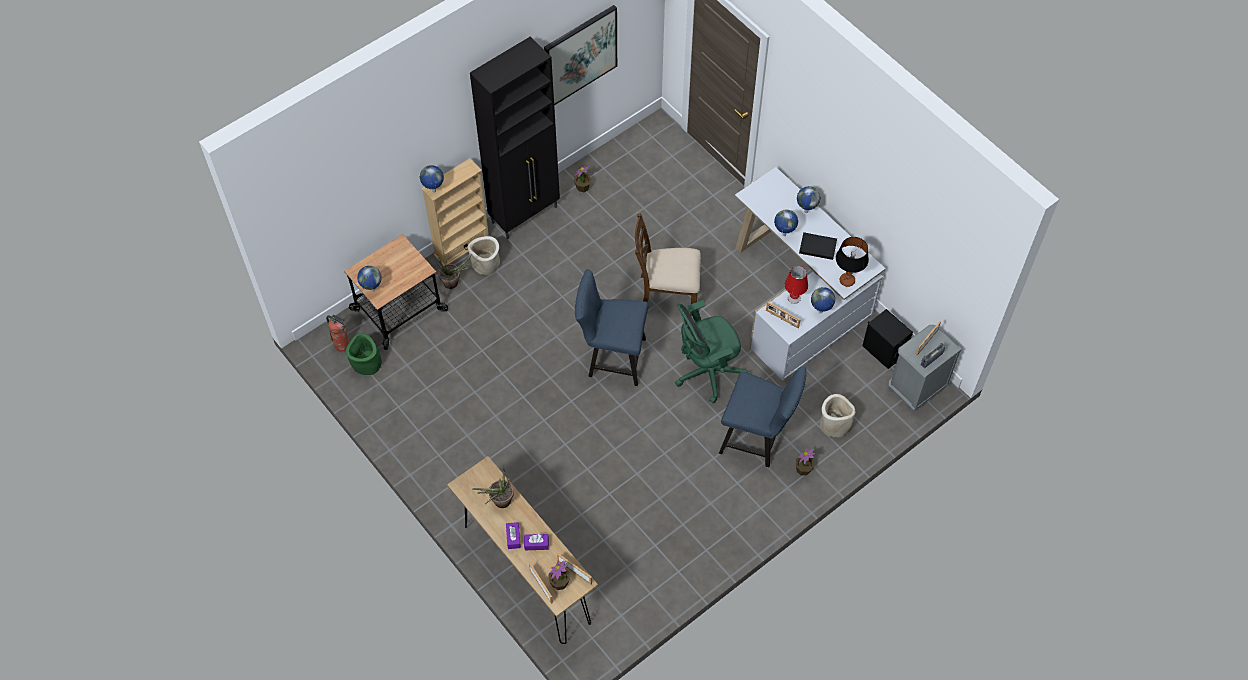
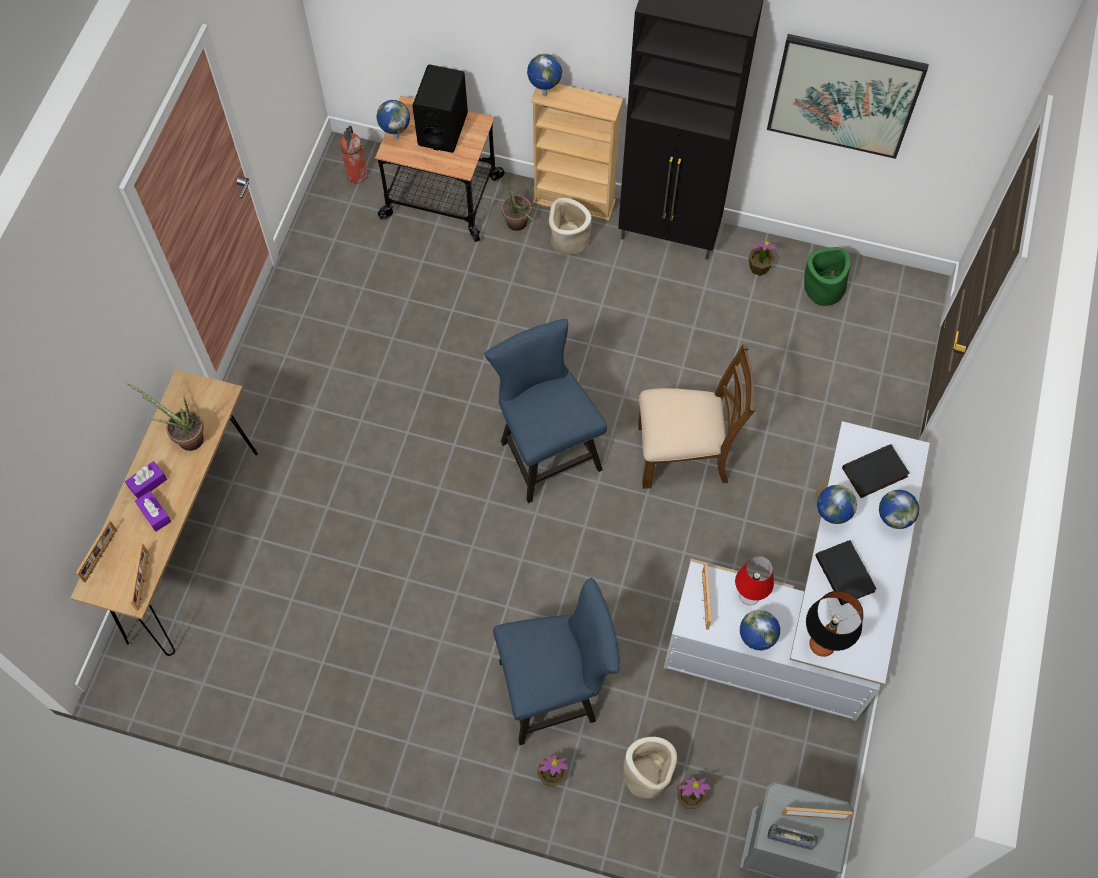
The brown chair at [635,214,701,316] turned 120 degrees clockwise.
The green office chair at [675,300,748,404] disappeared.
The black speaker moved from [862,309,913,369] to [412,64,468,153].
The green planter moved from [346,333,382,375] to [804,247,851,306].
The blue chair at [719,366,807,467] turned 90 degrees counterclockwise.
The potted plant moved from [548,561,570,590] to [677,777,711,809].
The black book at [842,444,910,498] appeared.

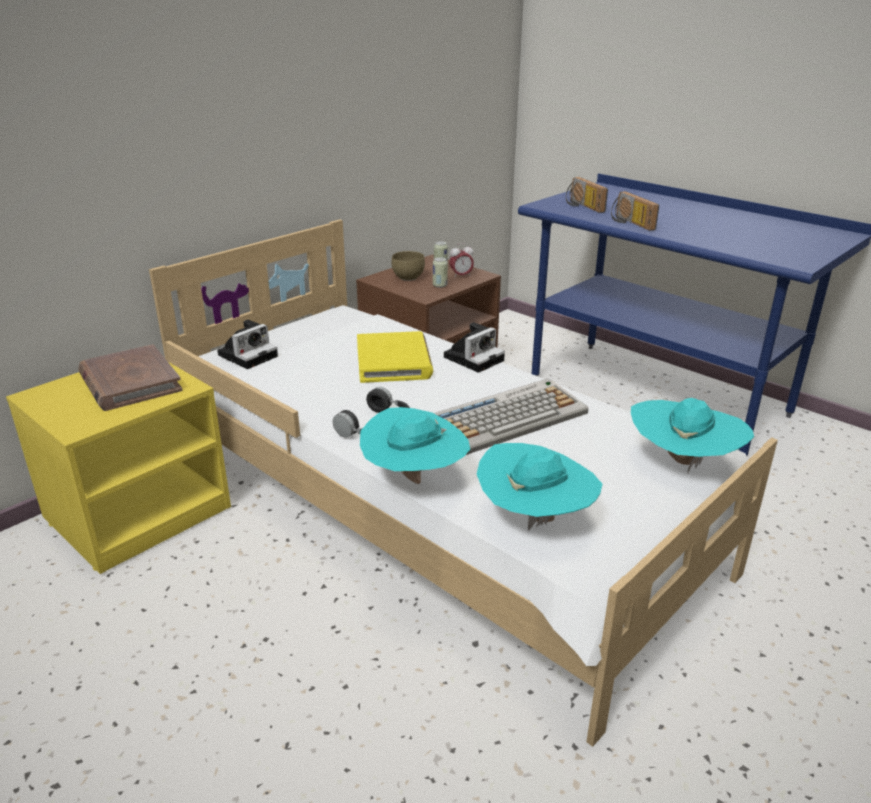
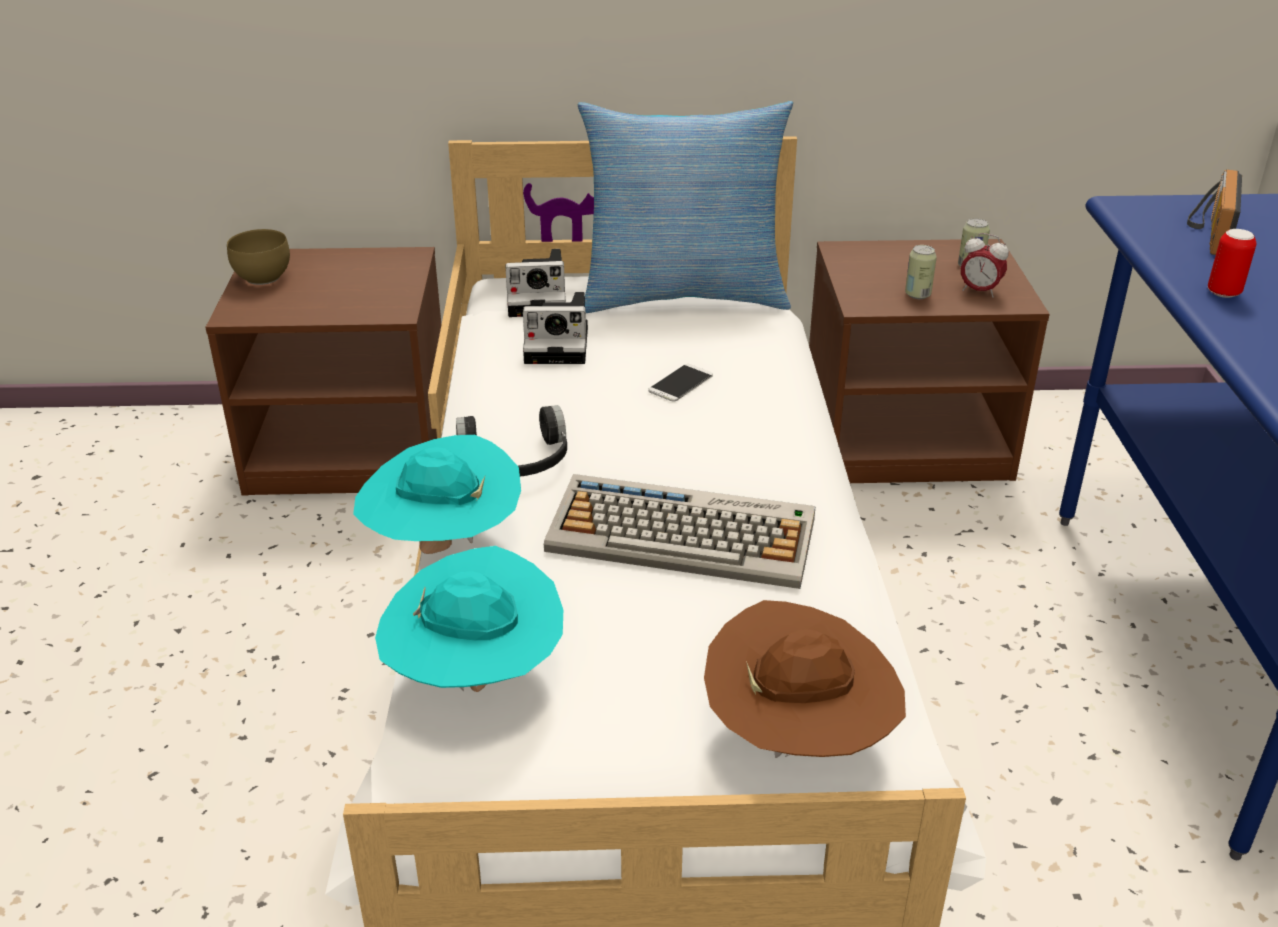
The radio at [611,191,659,231] was replaced by the can at [1208,229,1256,298].
The brown bowl moved from [392,251,425,281] to [227,229,290,285].
The photo camera moved from [444,322,505,373] to [523,292,588,364].
The yellow book at [357,331,433,383] was replaced by the phone at [648,364,713,402].
The brown book at [78,344,183,411] disappeared.
The yellow nightstand at [6,362,231,574] became the brown nightstand at [205,247,445,496].
The turquoise hat at [631,398,754,473] became the brown hat at [704,600,906,758].
The pillow at [578,101,793,313] appeared.

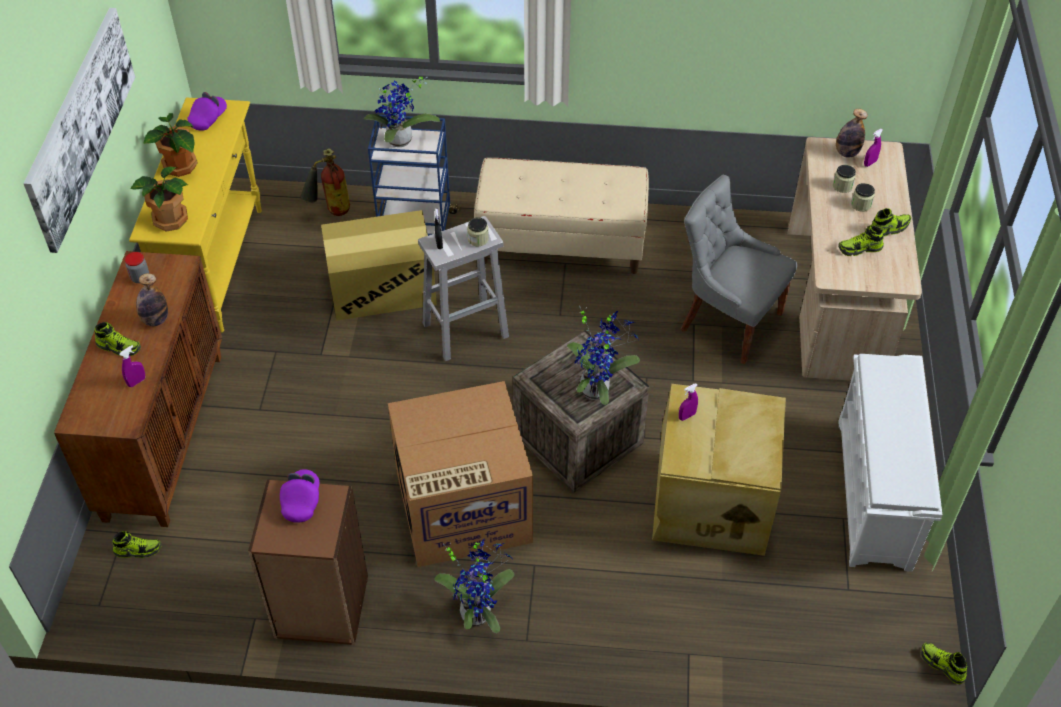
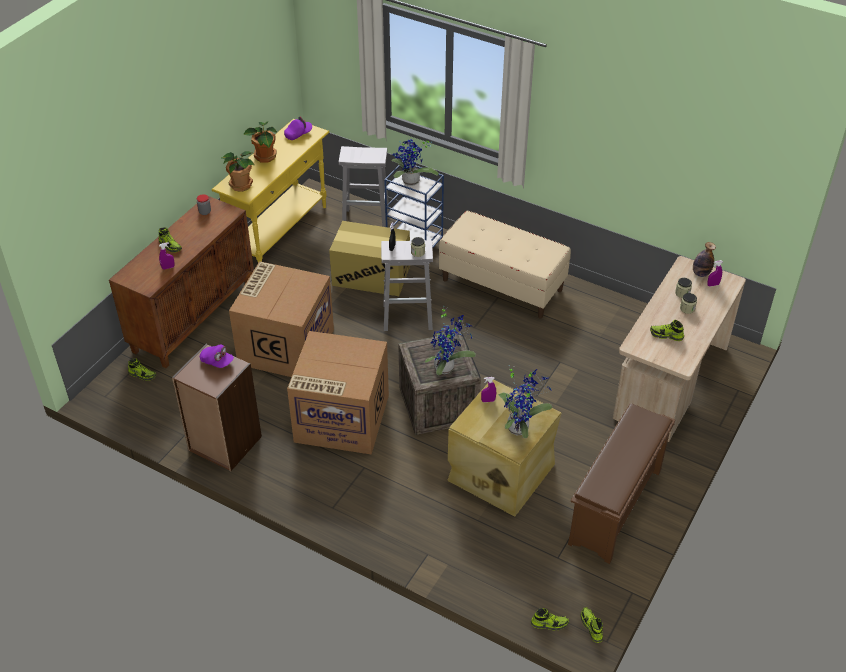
The picture at [23,8,135,253] disappeared.
The fire extinguisher at [300,148,350,216] was replaced by the white stool at [339,146,390,227].
The grey chair at [681,175,797,365] disappeared.
The shoe moved from [872,208,911,237] to [531,608,569,631].
The bottle at [136,273,168,326] disappeared.
The white shoe rack at [838,354,942,572] became the brown shoe rack at [568,403,675,564].
The purple cap at [280,469,319,523] turned 90 degrees clockwise.
The potted plant moved from [434,538,514,633] to [499,365,552,438].
The cardboard box at [229,261,334,377] appeared.

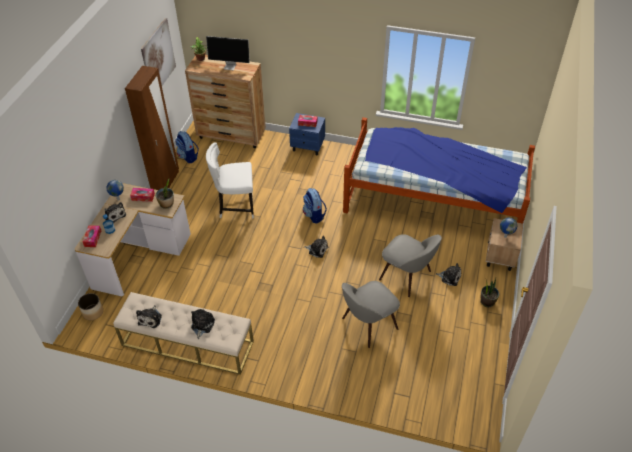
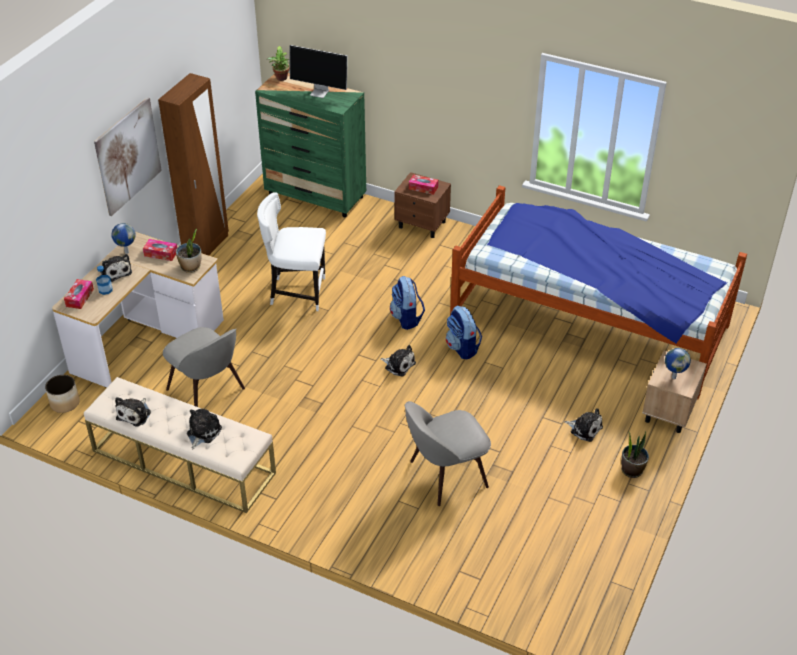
The picture moved from [141,18,176,86] to [94,97,162,216].
The brown dresser at [185,55,266,148] became the green dresser at [255,73,366,217].
The blue nightstand at [289,113,325,156] became the brown nightstand at [394,172,451,238].
The backpack moved from [175,131,199,163] to [446,306,482,360].
The grey chair moved from [379,234,442,297] to [163,327,245,407].

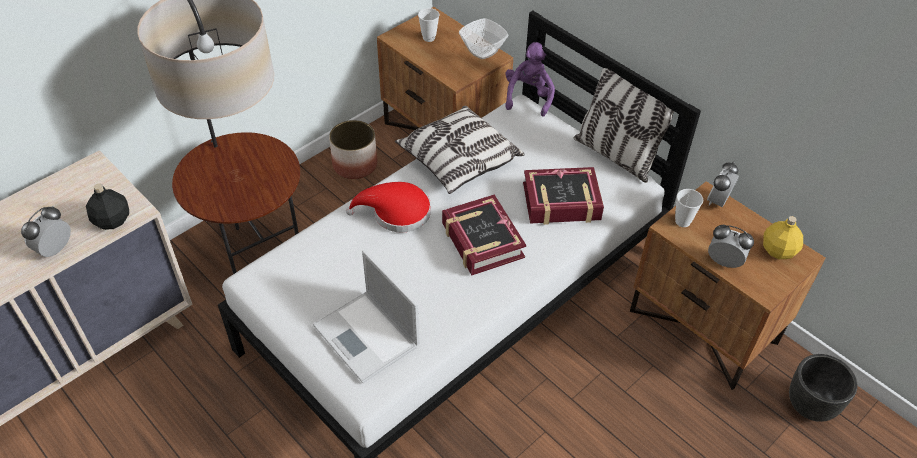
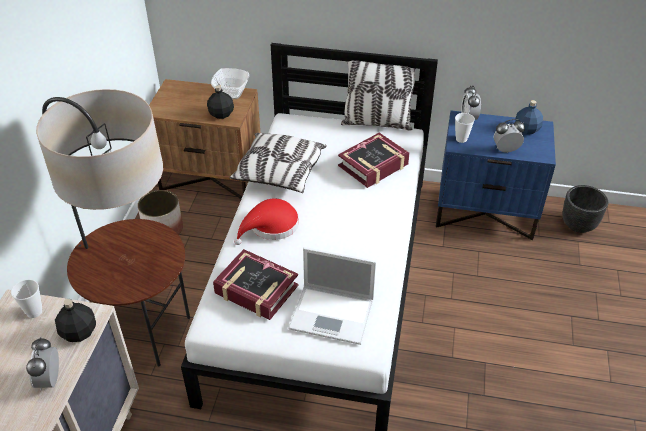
The cup moved from [418,8,439,42] to [11,279,42,318].
The purple plush toy at [505,42,555,117] disappeared.
The brown nightstand at [630,181,825,390] became the blue nightstand at [436,111,556,240].
The book moved from [442,195,526,275] to [213,249,299,320].
The yellow bottle at [763,216,803,259] became the blue bottle at [515,100,543,134].
The black bottle at [207,85,234,119] appeared.

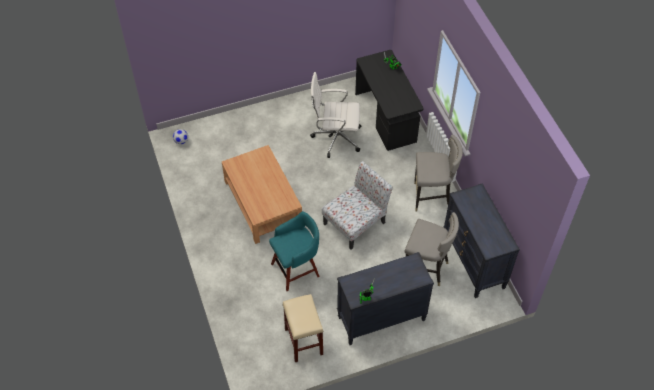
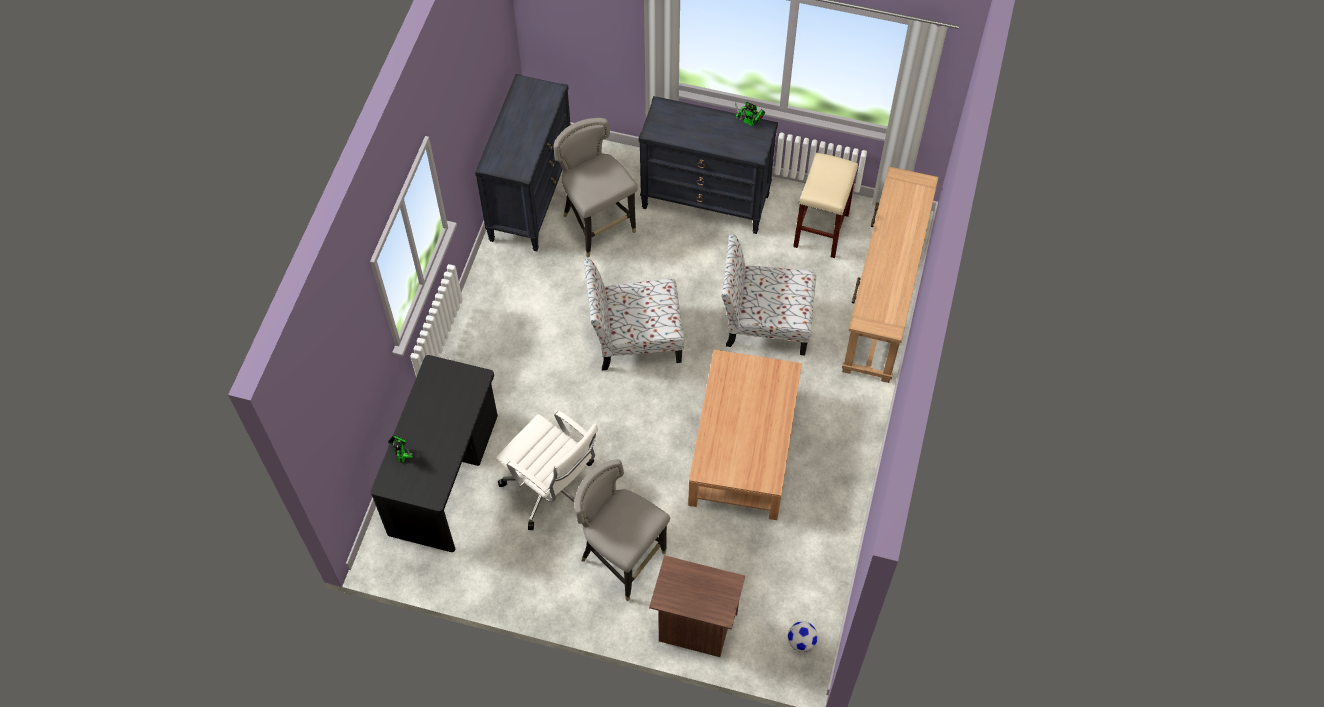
The grey stool moved from [414,135,463,212] to [574,459,670,601].
The turquoise stool at [269,211,320,291] was replaced by the chair at [721,234,816,355].
The brown console table at [842,166,939,383] appeared.
The brown nightstand at [649,555,745,657] appeared.

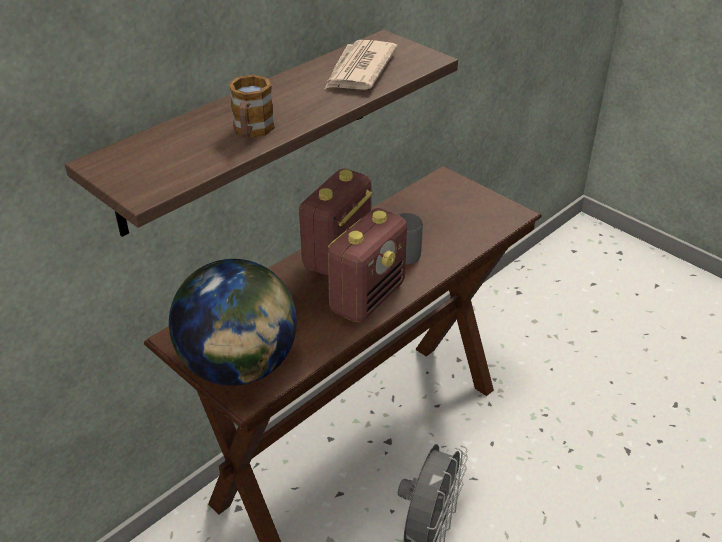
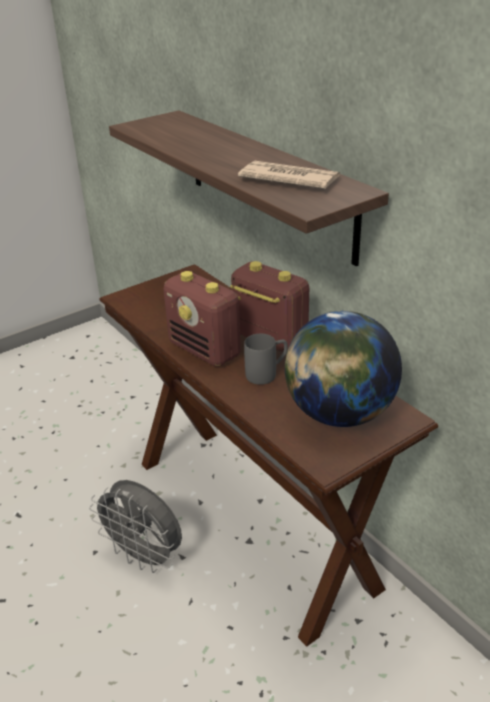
The mug at [229,75,275,138] disappeared.
The globe moved from [169,259,297,386] to [285,311,402,427].

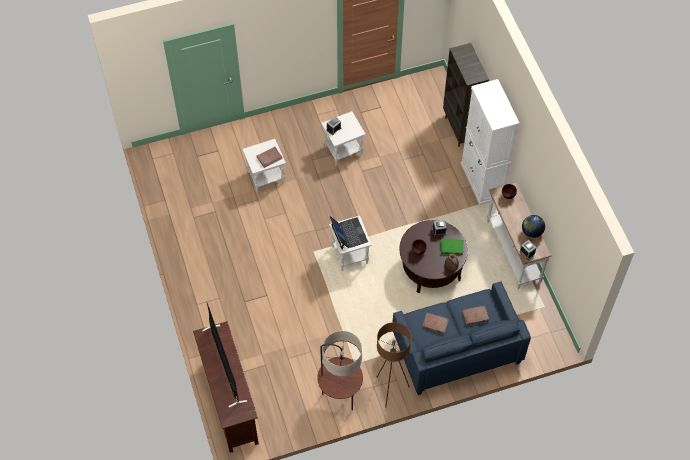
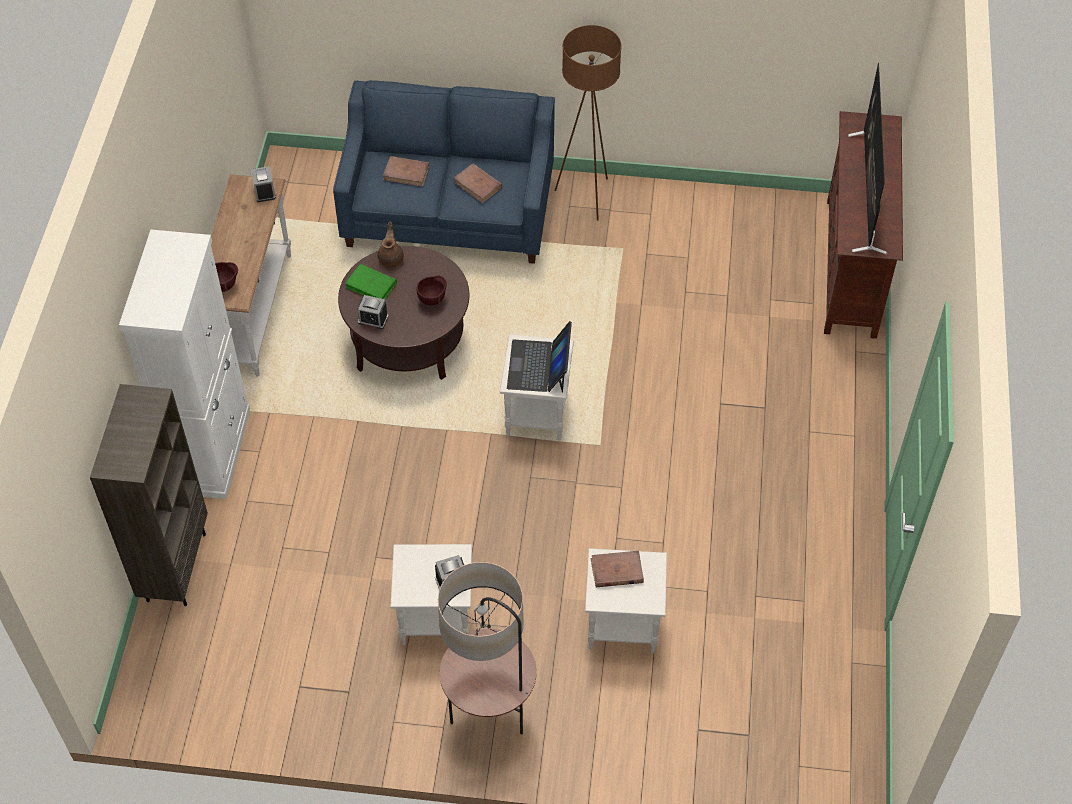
The globe at [522,215,545,238] disappeared.
The floor lamp moved from [317,331,363,410] to [438,562,537,734].

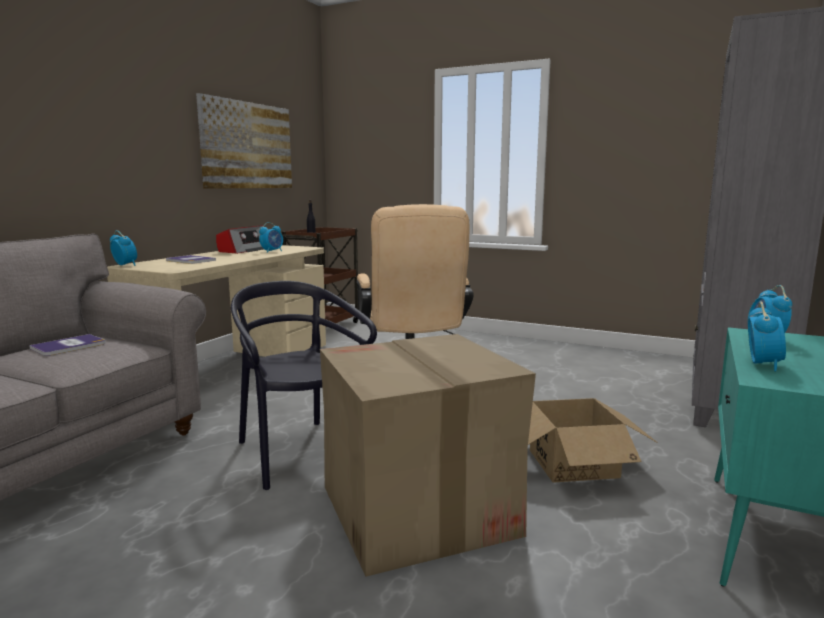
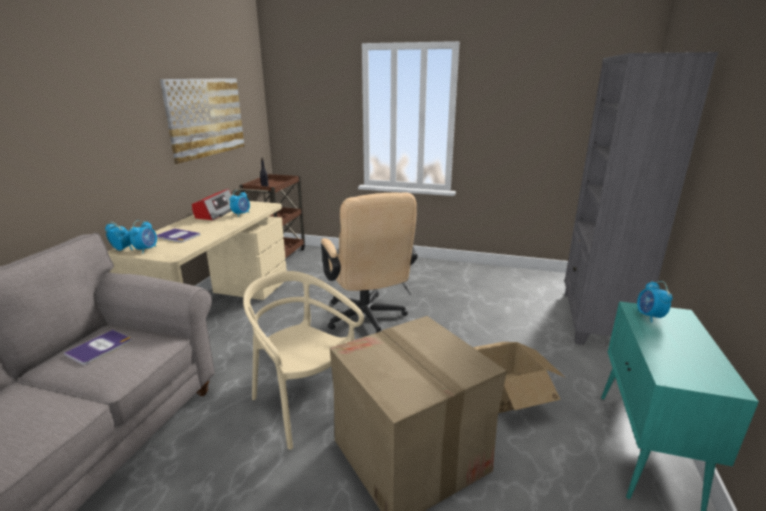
The black chair at [231,281,377,490] became the beige chair at [243,271,364,450].
The alarm clock moved from [748,301,786,372] to [129,220,157,254].

